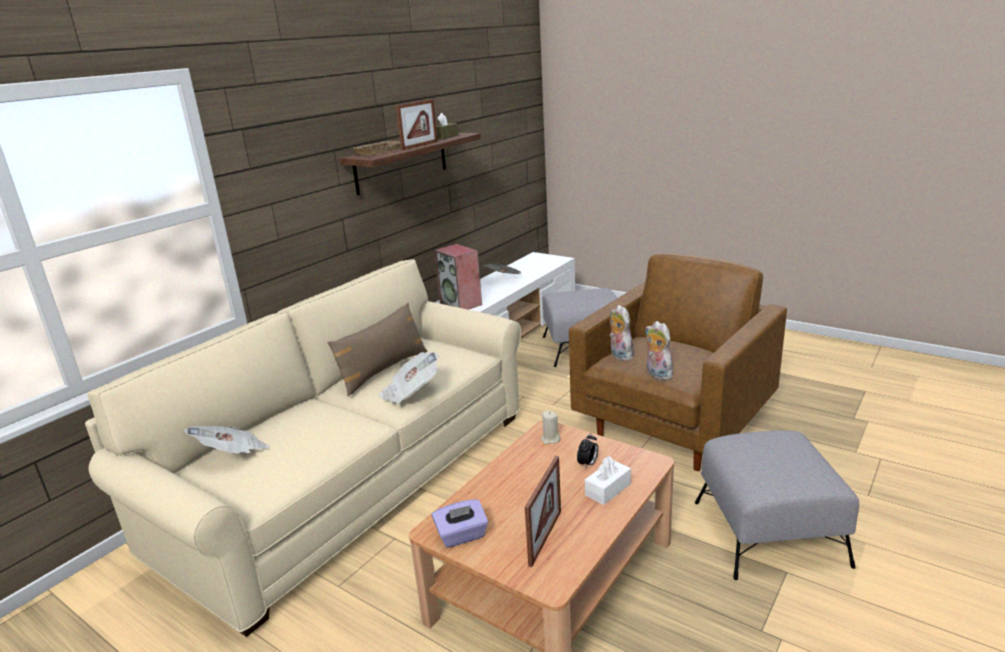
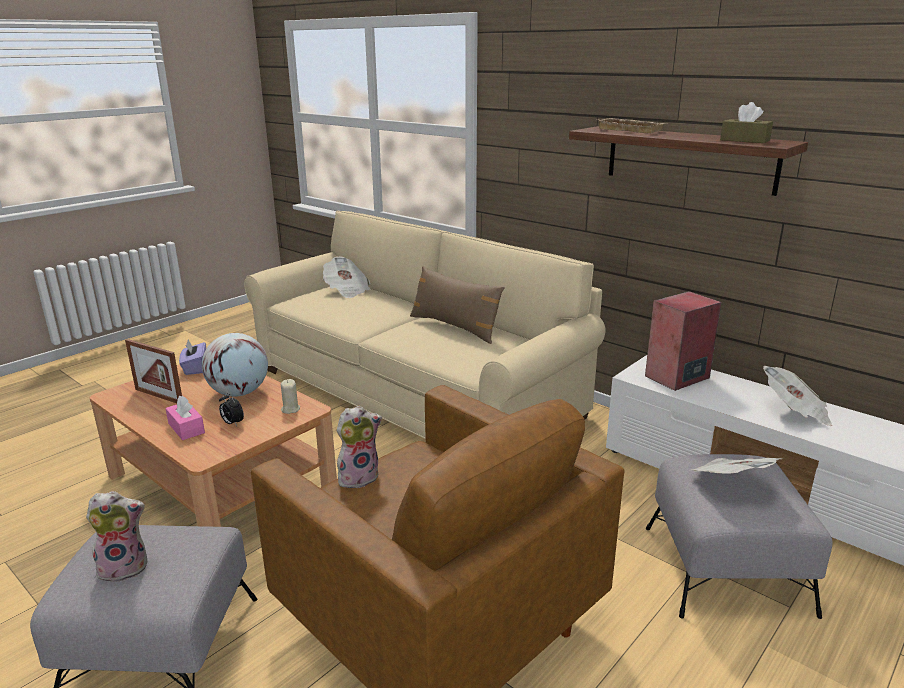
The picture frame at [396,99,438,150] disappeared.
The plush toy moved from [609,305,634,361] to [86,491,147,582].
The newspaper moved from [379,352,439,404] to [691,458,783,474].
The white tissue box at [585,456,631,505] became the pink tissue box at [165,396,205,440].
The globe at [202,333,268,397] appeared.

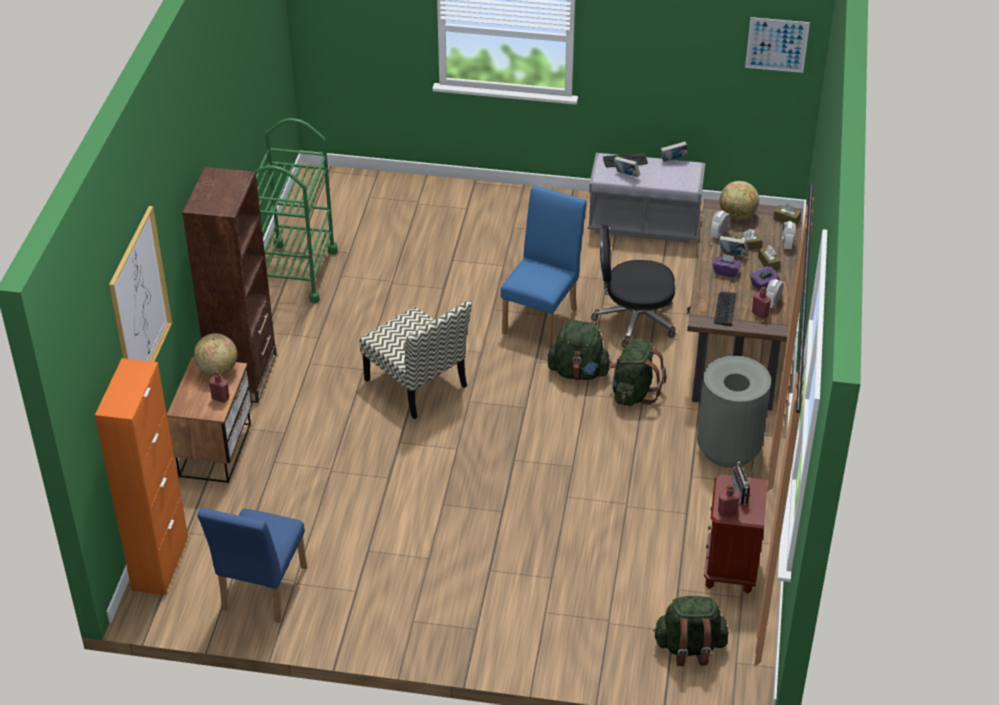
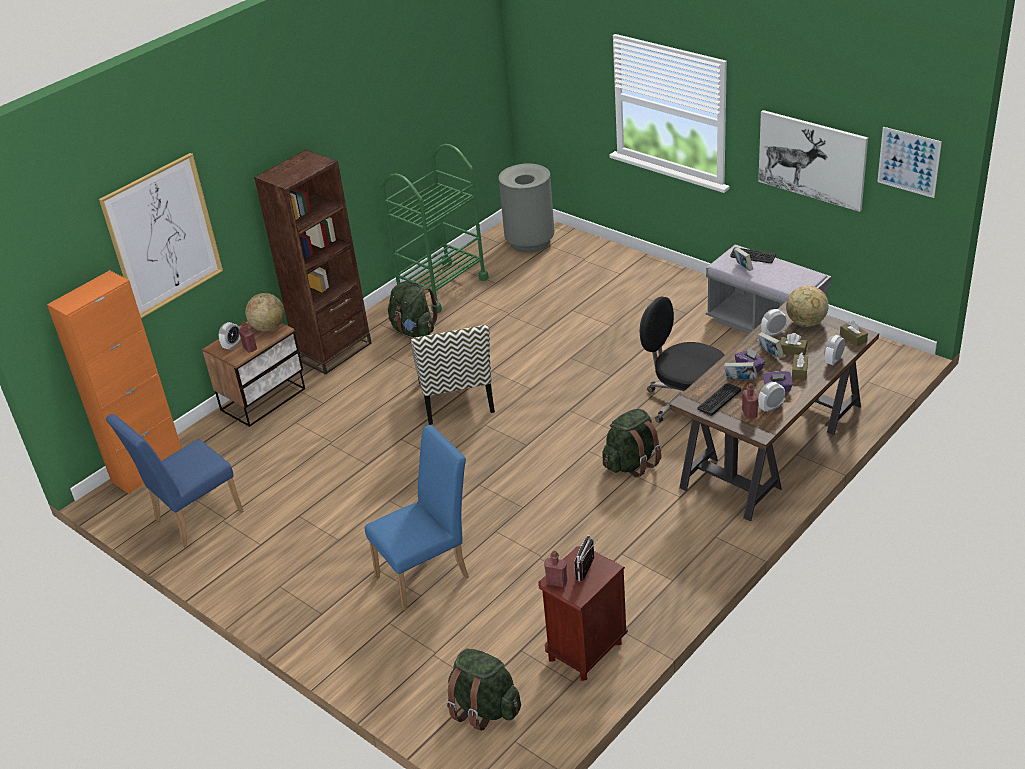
The book moved from [661,141,688,162] to [724,362,758,379].
The blue chair moved from [501,186,587,348] to [365,425,469,611].
The green backpack moved from [548,320,612,380] to [388,281,438,337].
The grey trash can moved from [697,356,771,468] to [499,163,554,253].
The picture at [758,110,868,212] appeared.
The alarm clock at [219,322,241,350] appeared.

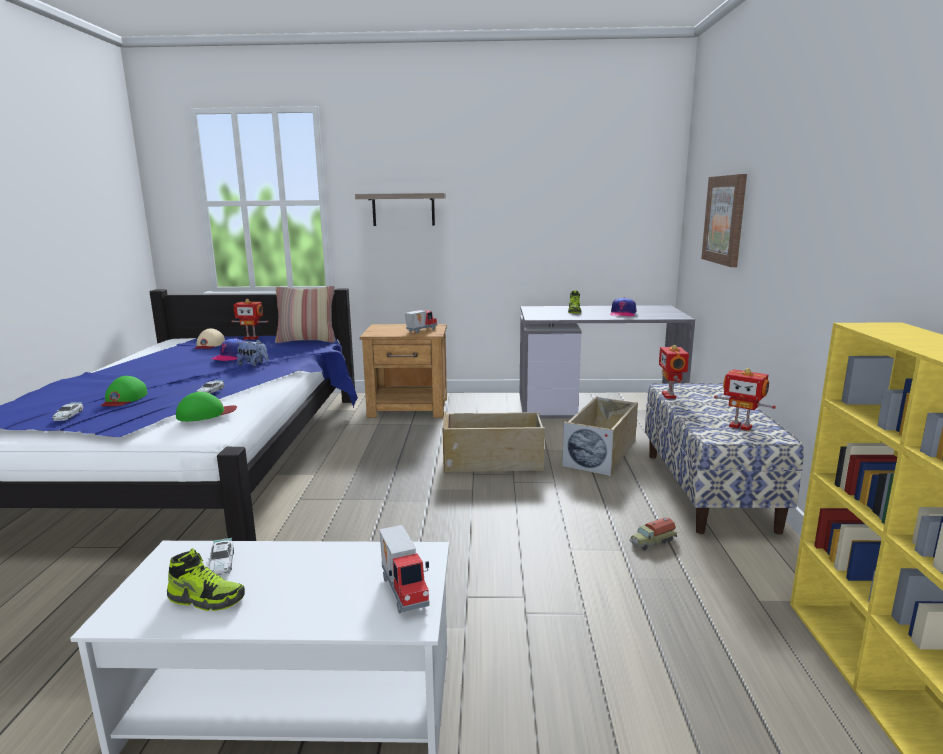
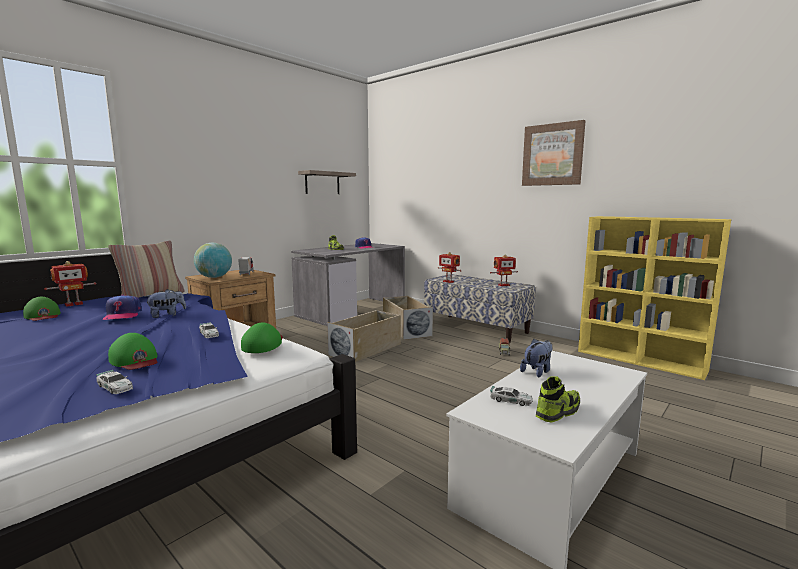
The picture moved from [701,174,747,267] to [522,120,586,186].
The shelf moved from [355,193,446,226] to [298,170,356,194].
The beige cap at [195,328,225,349] became the green cap at [23,297,61,321].
The toy truck at [379,525,430,614] disappeared.
The globe at [194,243,232,278] appeared.
The plush toy at [520,339,553,377] appeared.

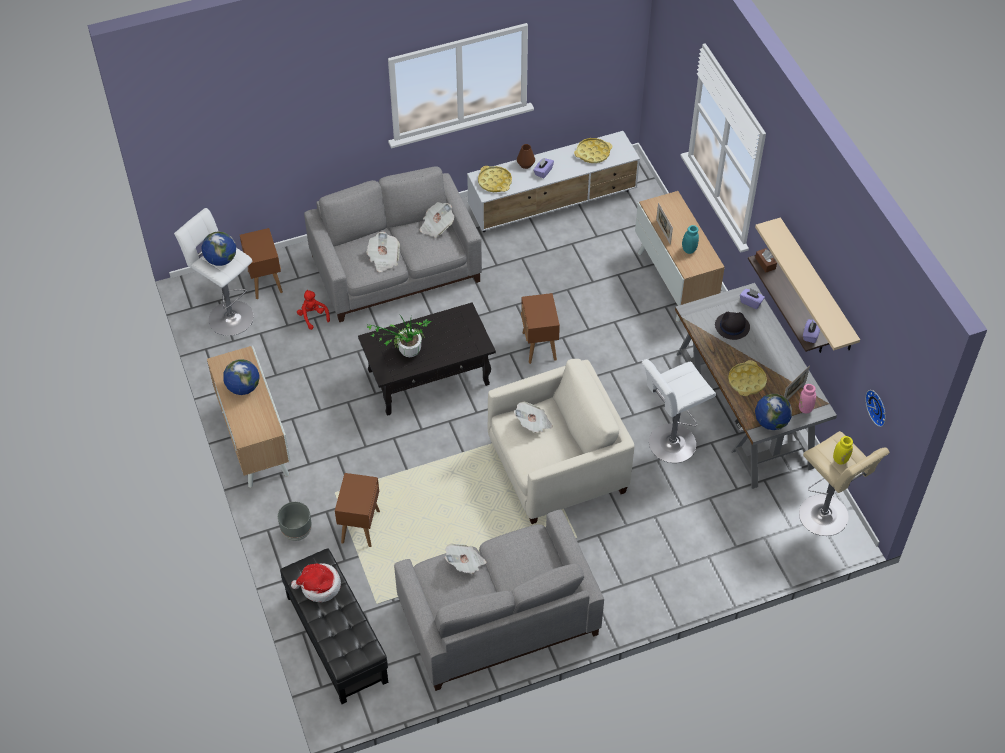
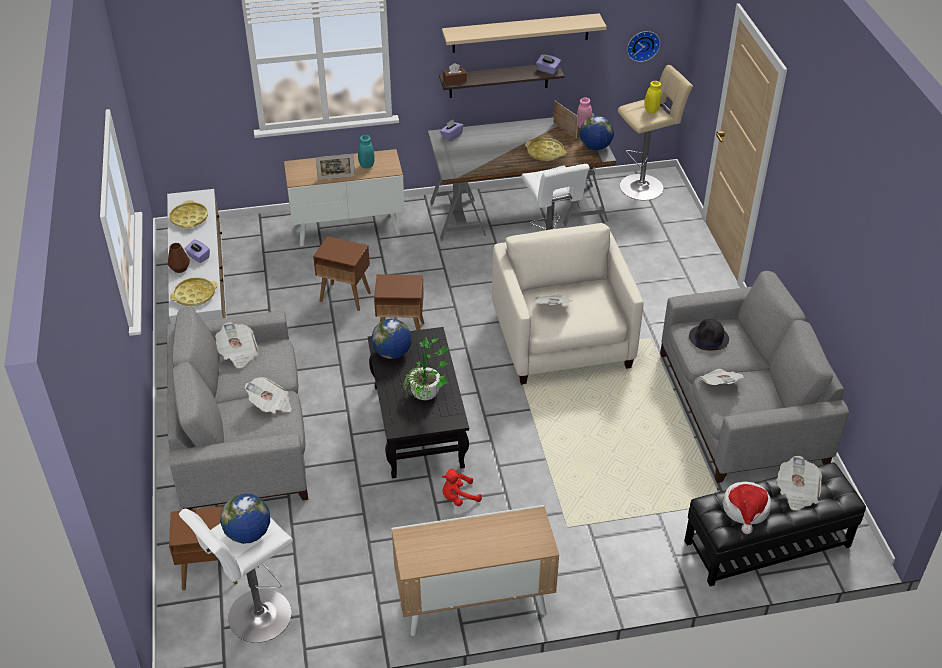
The red plush toy moved from [297,290,330,330] to [442,469,482,506].
The black hat moved from [715,312,750,340] to [689,319,729,350].
The globe moved from [223,359,260,395] to [371,319,412,359].
The brown side table moved from [335,473,380,547] to [313,236,371,311].
The grey planter at [278,502,312,541] disappeared.
The newspaper at [776,456,822,511] appeared.

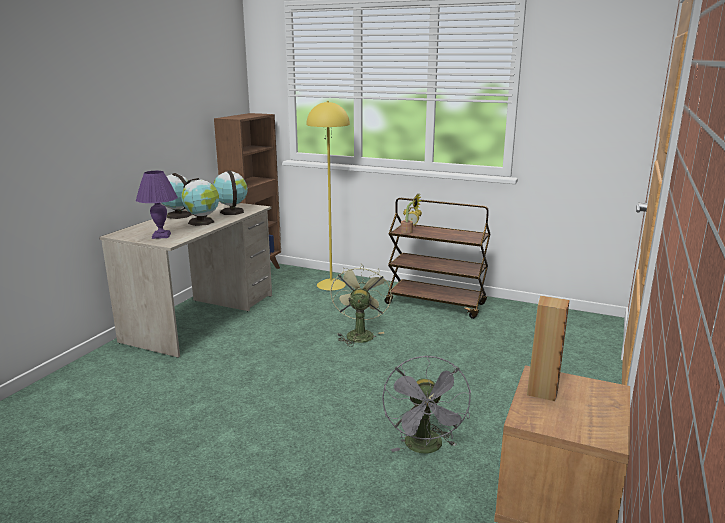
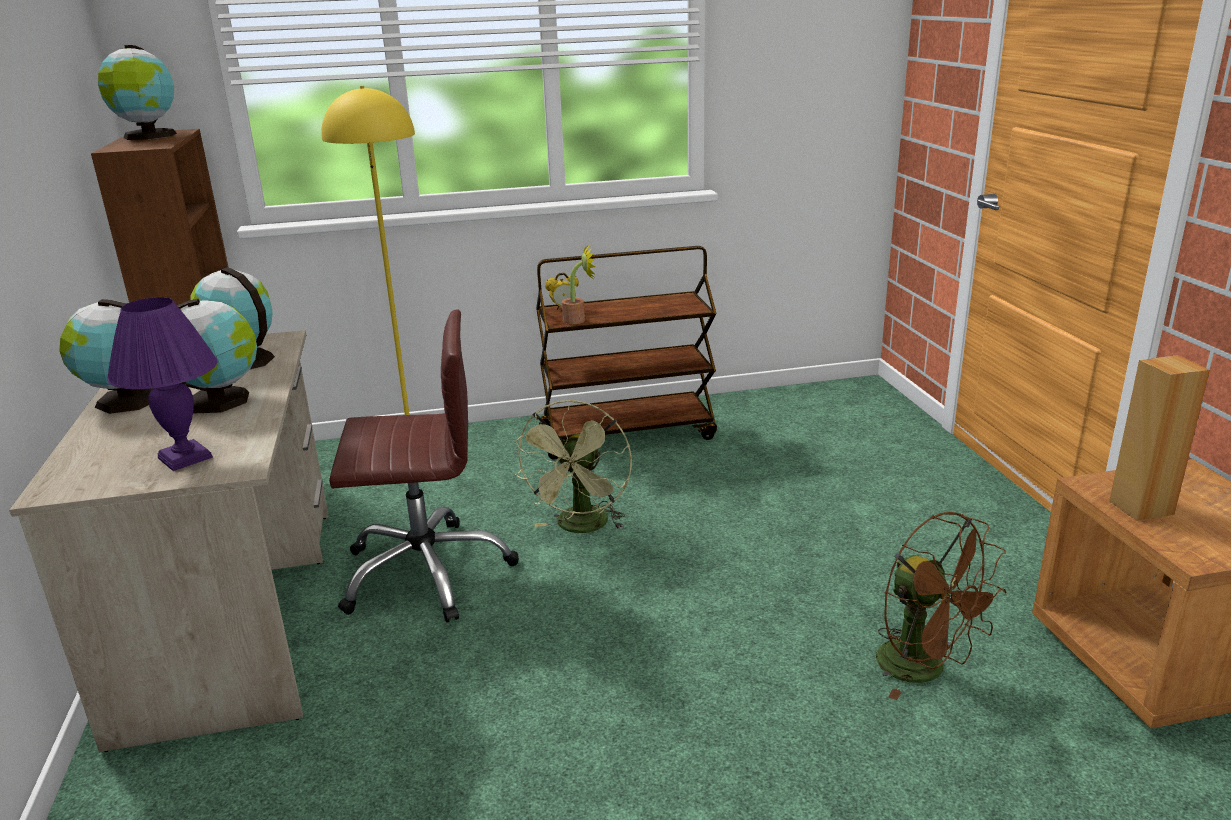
The green fan at [331,264,392,347] turned 135 degrees counterclockwise.
The grey fan at [382,355,471,454] became the brown fan at [876,512,1007,700].
The globe at [98,45,177,140] appeared.
The brown office chair at [329,309,519,623] appeared.

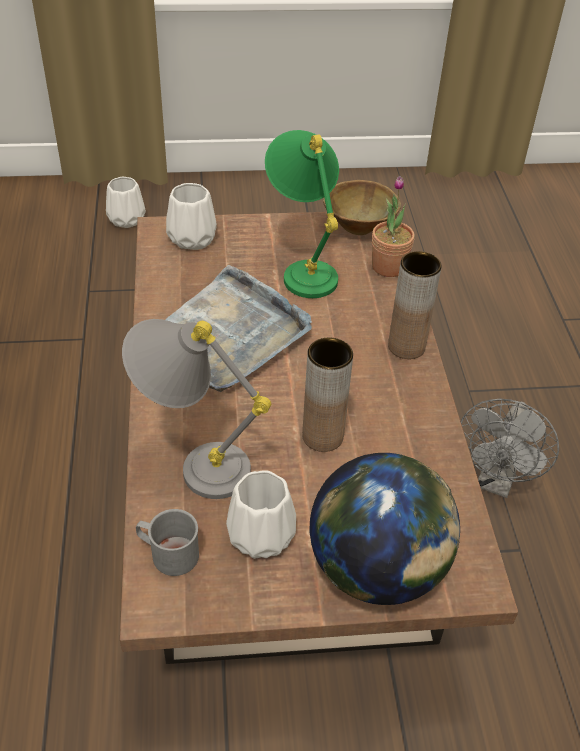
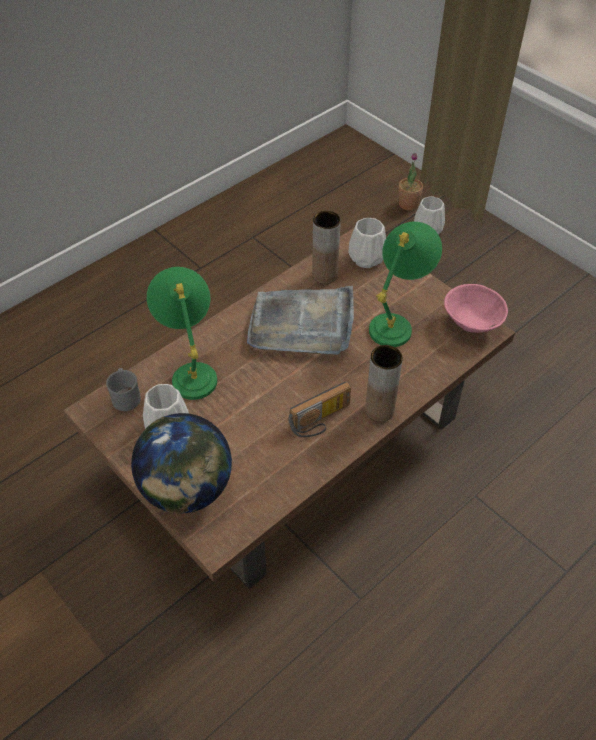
The potted plant moved from [372,176,415,277] to [399,153,423,210].
The brown bowl at [323,180,401,235] became the pink bowl at [444,284,508,333].
The grey table lamp at [122,319,271,499] became the green table lamp at [147,267,217,400].
The brown vase moved from [302,337,353,452] to [312,211,341,284].
The grey fan at [461,398,559,498] disappeared.
The radio at [288,382,351,437] appeared.

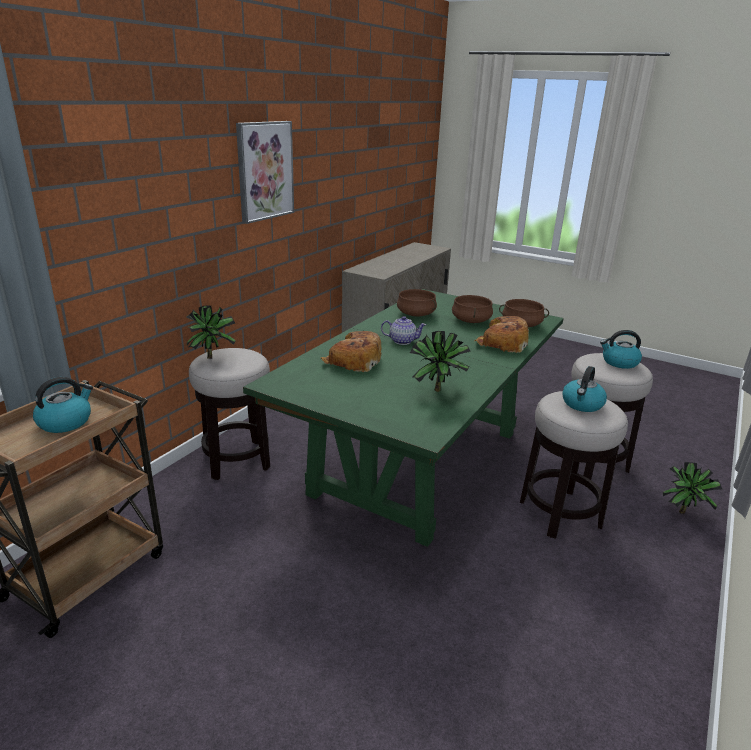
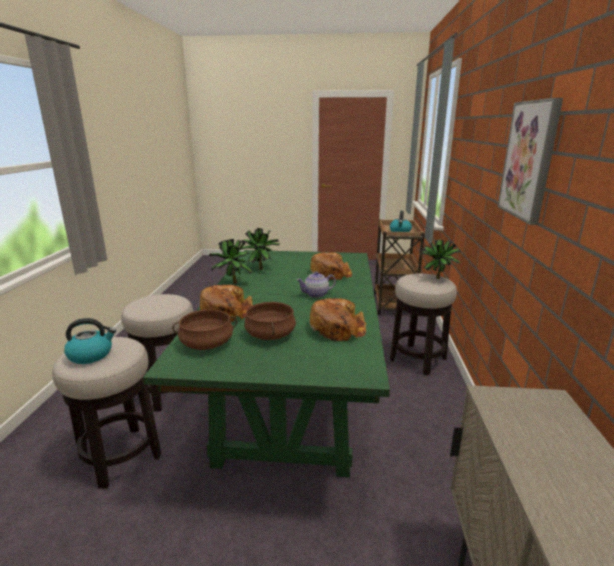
The brown cooking pot at [397,289,437,317] was replaced by the bread at [310,298,366,341].
The kettle at [562,366,607,412] disappeared.
The potted plant moved from [663,462,722,514] to [209,239,252,284].

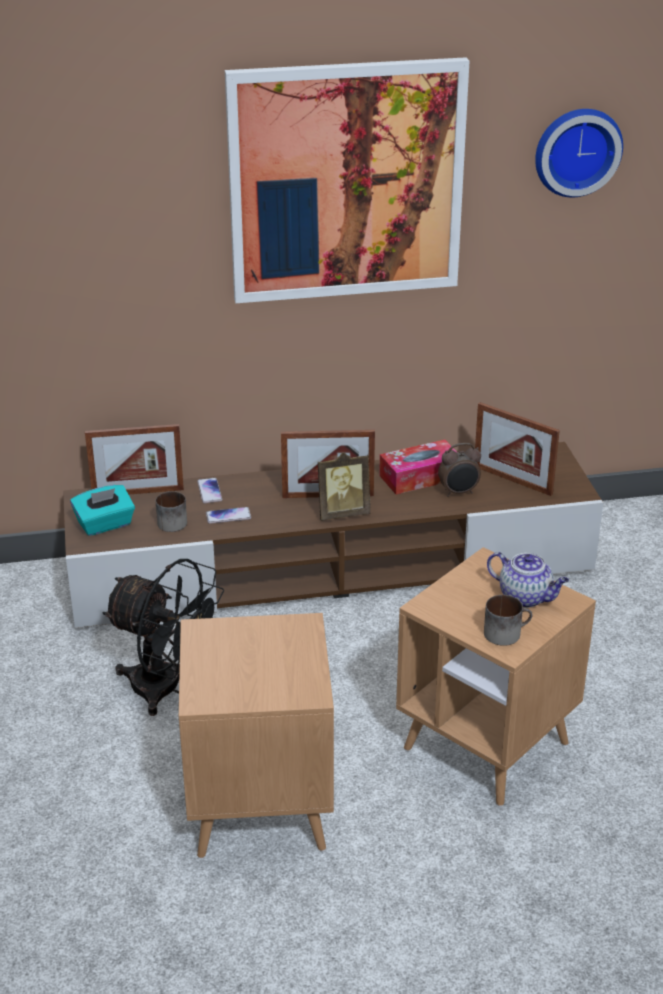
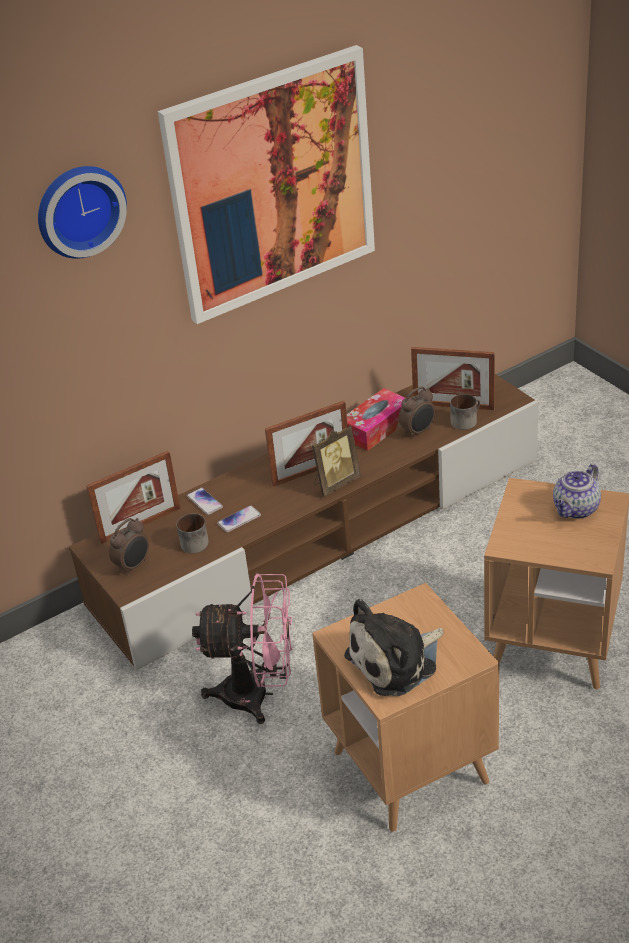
The wall clock moved from [535,109,623,197] to [38,166,127,259].
The turquoise tissue box at [70,485,135,536] was replaced by the alarm clock at [109,518,149,575].
The teapot at [487,552,569,608] turned 120 degrees clockwise.
The black fan at [102,559,224,716] became the pink fan at [192,574,292,724].
The mug moved from [484,595,533,646] to [450,394,480,430].
The plush toy at [344,599,444,696] appeared.

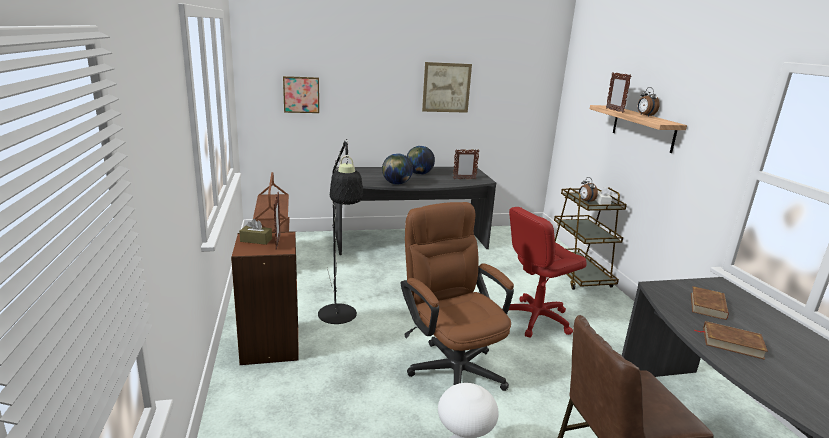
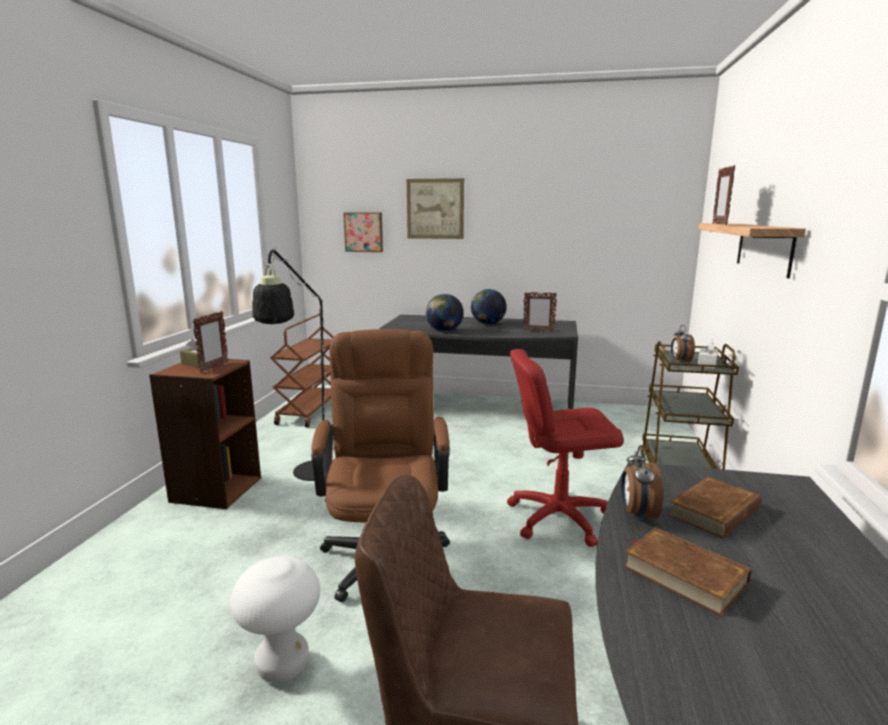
The picture moved from [422,62,472,113] to [407,178,464,239].
The alarm clock moved from [638,87,660,117] to [621,445,663,522].

